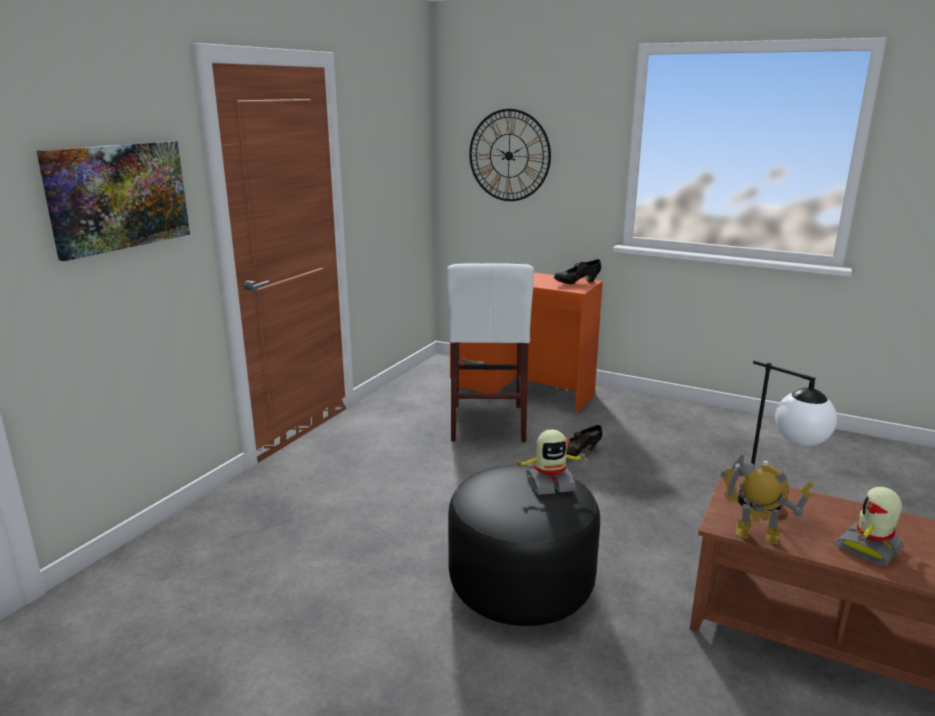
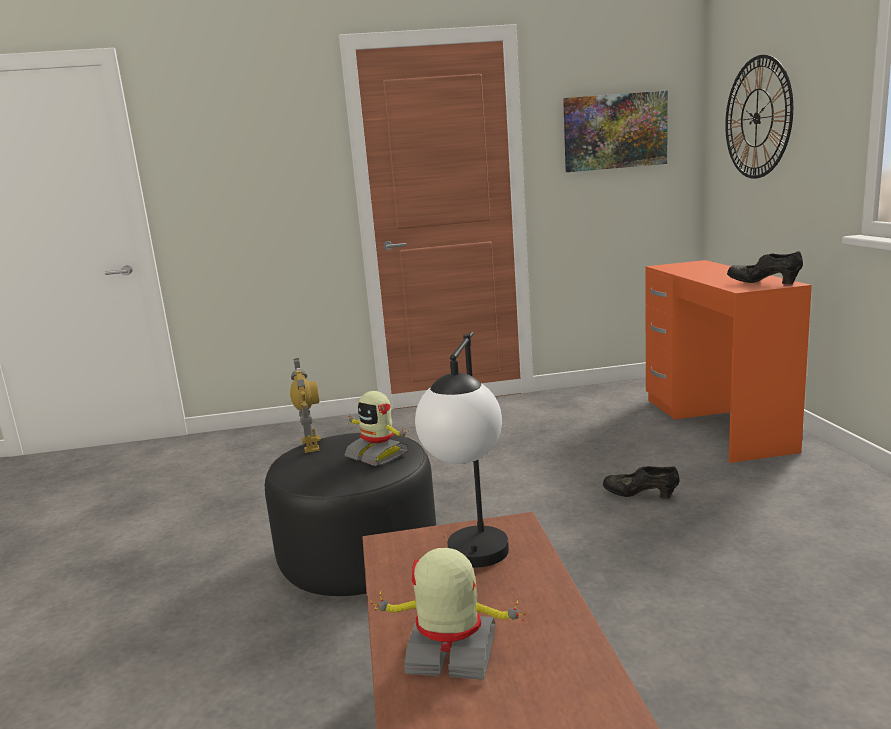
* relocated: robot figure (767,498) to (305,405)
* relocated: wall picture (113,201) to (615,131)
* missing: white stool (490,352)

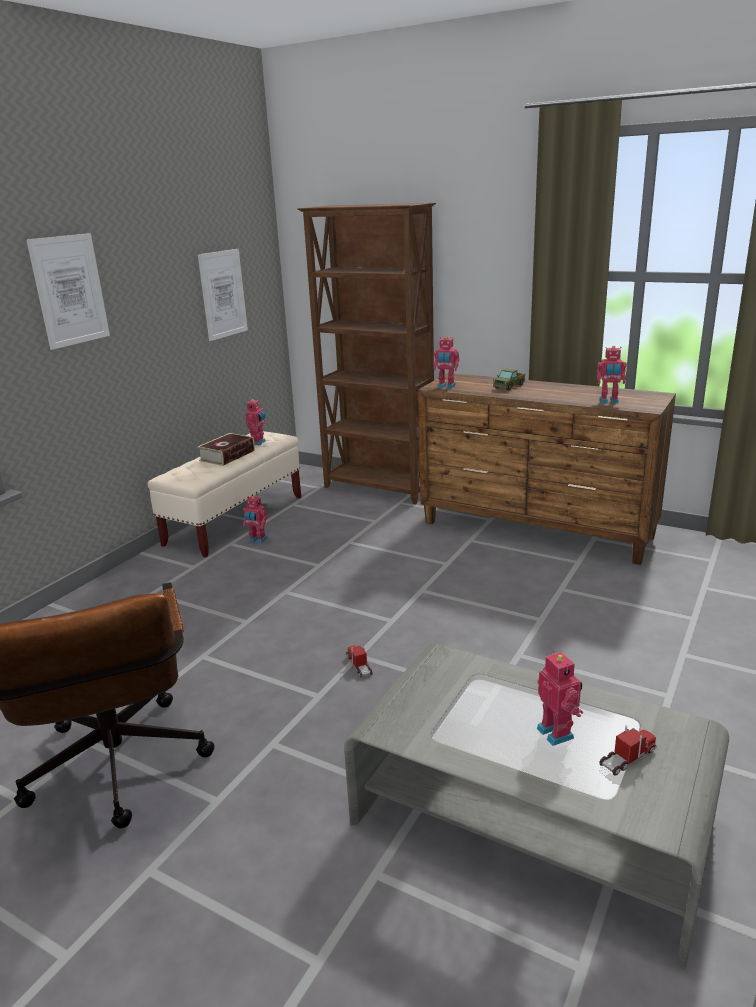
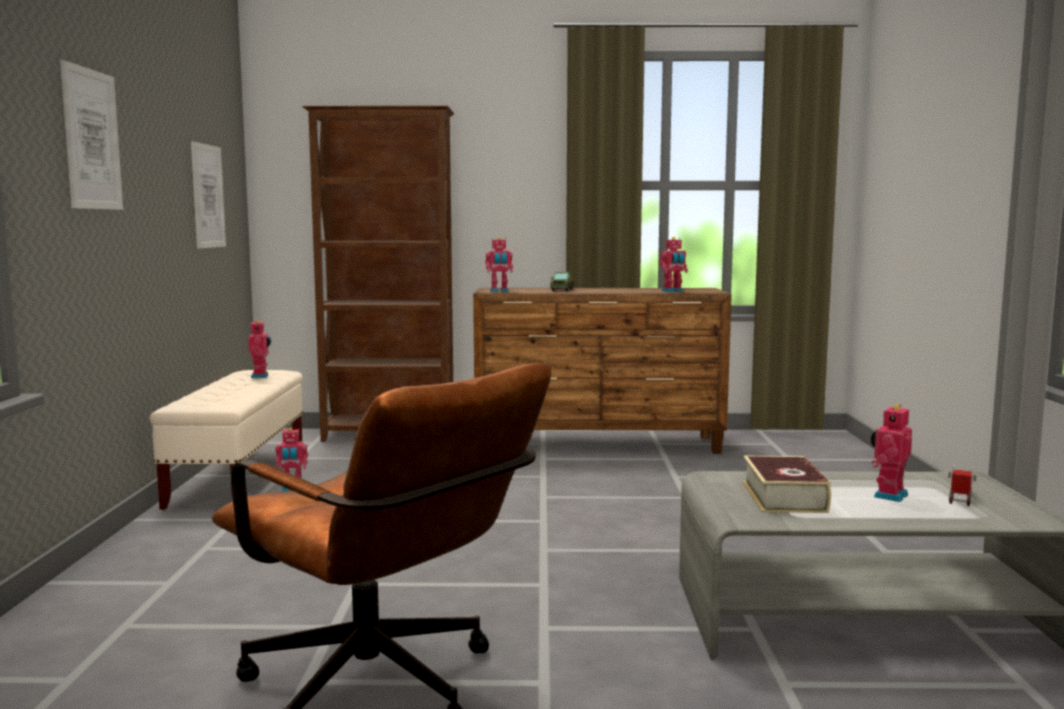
* relocated: volume (226,449) to (787,484)
* spun: robot figure (560,698) = (891,453) 90 degrees counterclockwise
* missing: model truck (360,661)

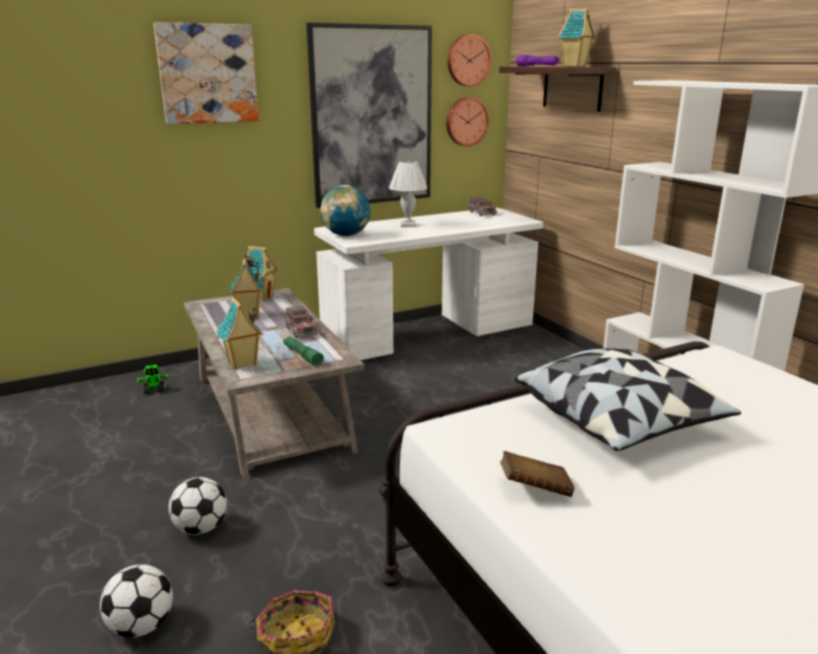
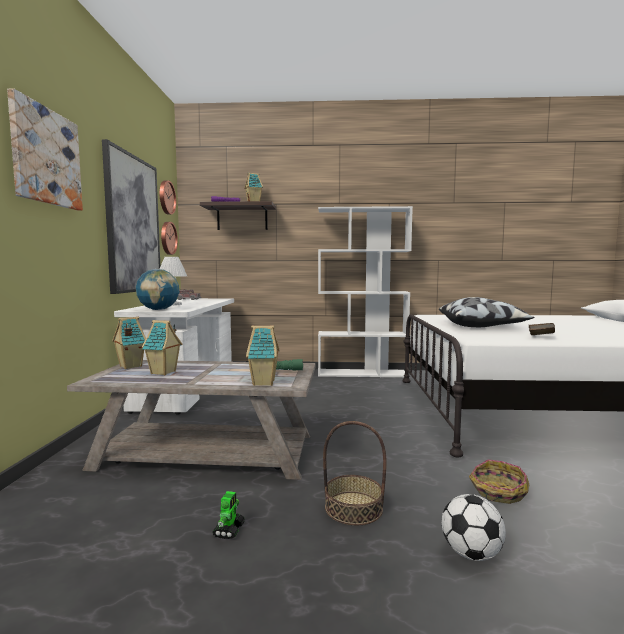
* relocated: robot figure (153,379) to (228,515)
* exchanged: football ball (197,506) to household basket (355,473)
* missing: model truck (301,321)

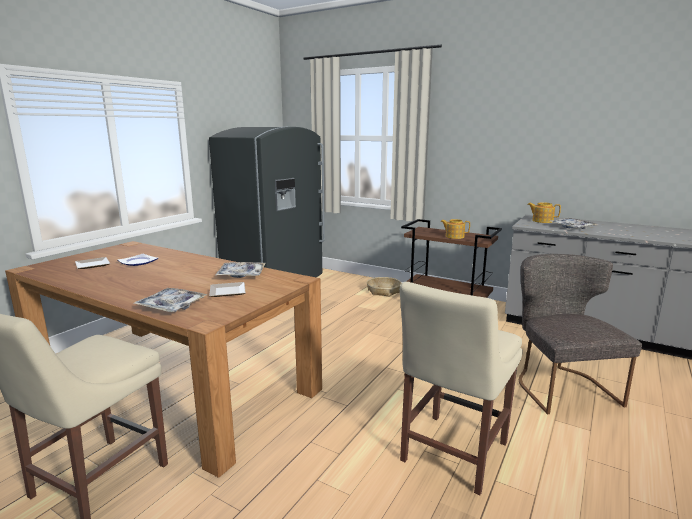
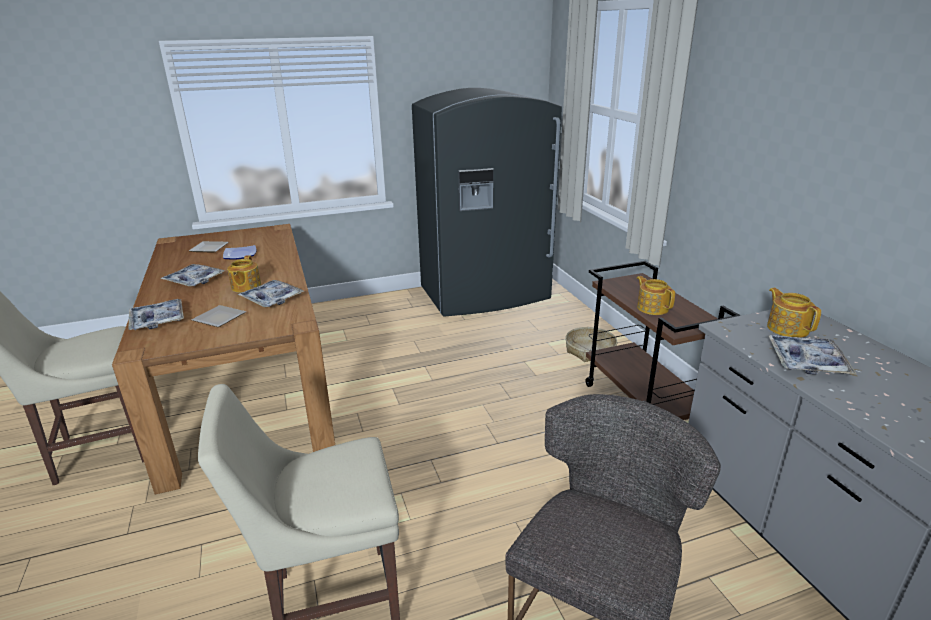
* appeared: serving tray (192,275)
* appeared: pot for tea (244,274)

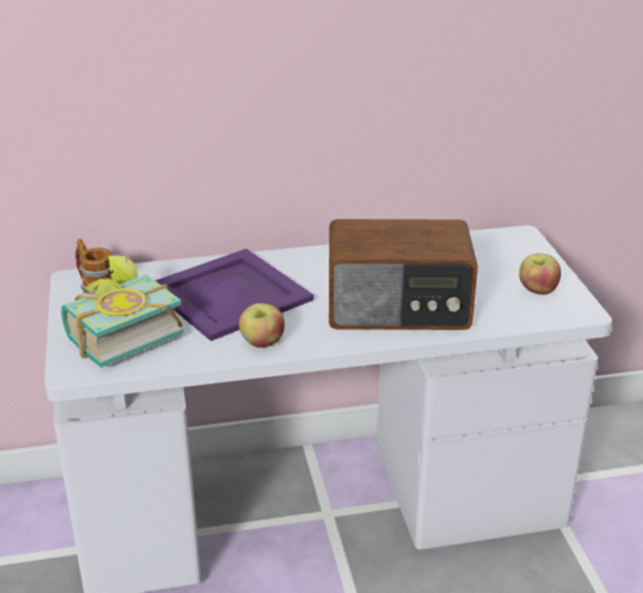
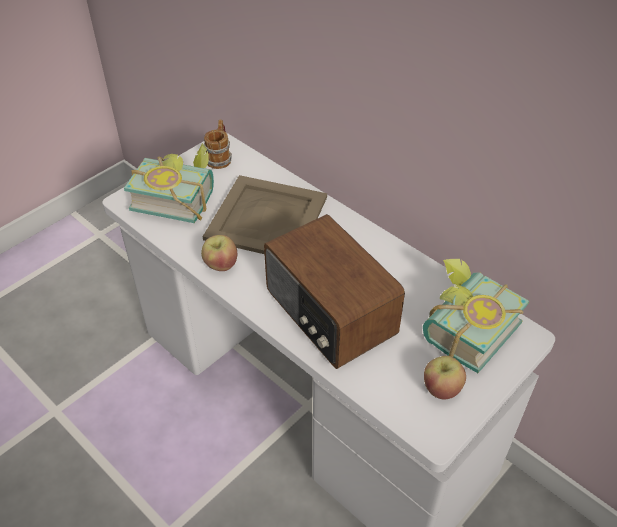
* colour: purple-coloured serving tray (234,295) to beige-coloured serving tray (265,214)
* appeared: volume (476,316)

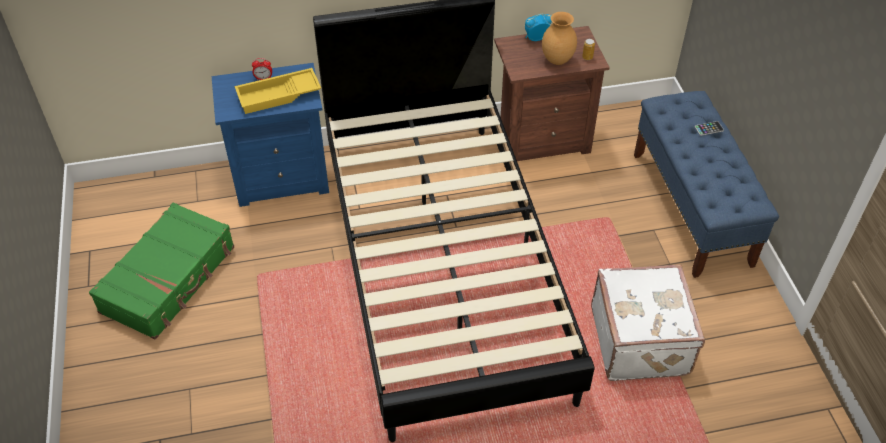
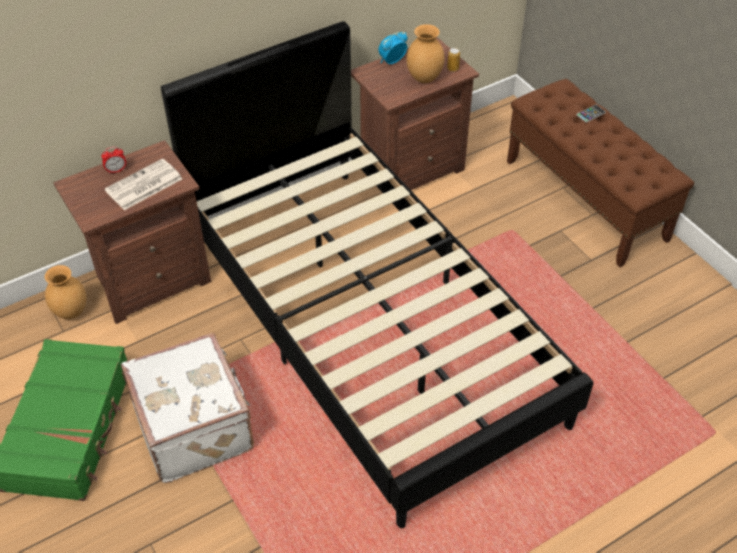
* appeared: brownish vase (66,292)
* colour: blue nightstand (270,135) to brownish nightstand (132,232)
* exchanged: yellow-coloured serving tray (278,91) to daily paper (143,184)
* relocated: white piece of luggage (648,322) to (187,407)
* colour: blue bench (706,184) to brownish bench (600,173)

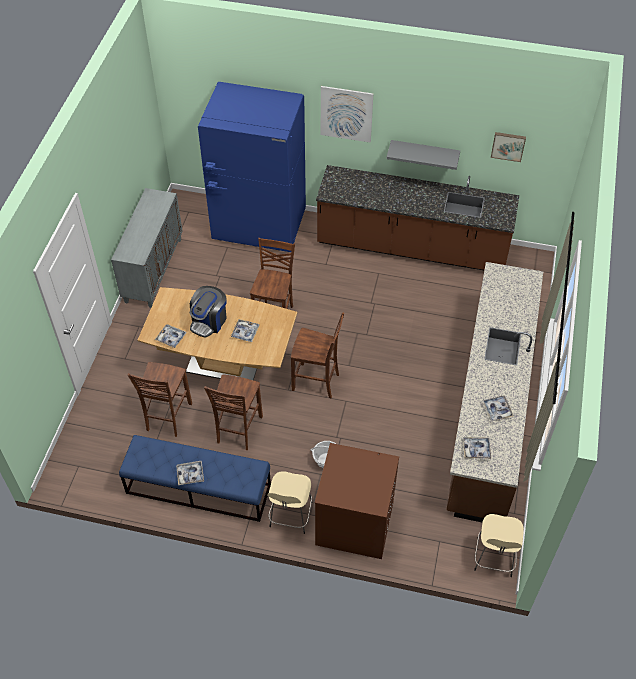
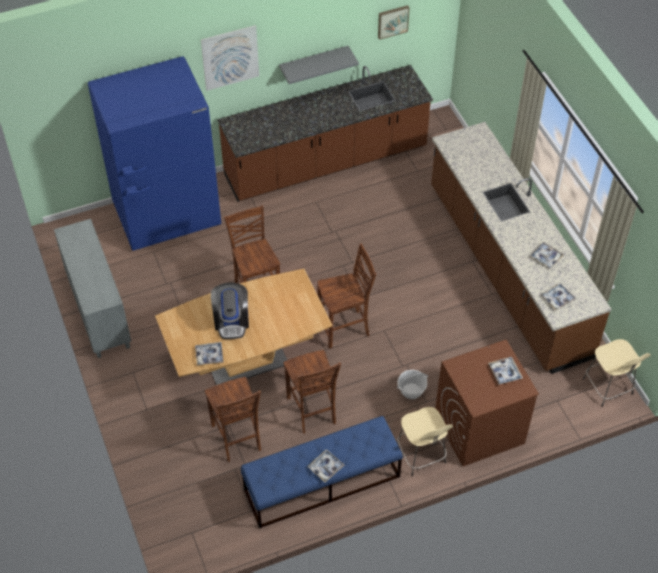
* relocated: serving tray (245,330) to (505,371)

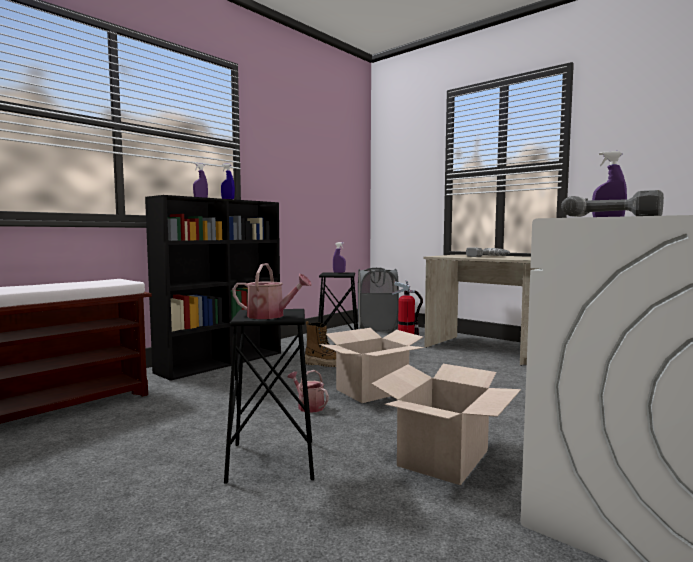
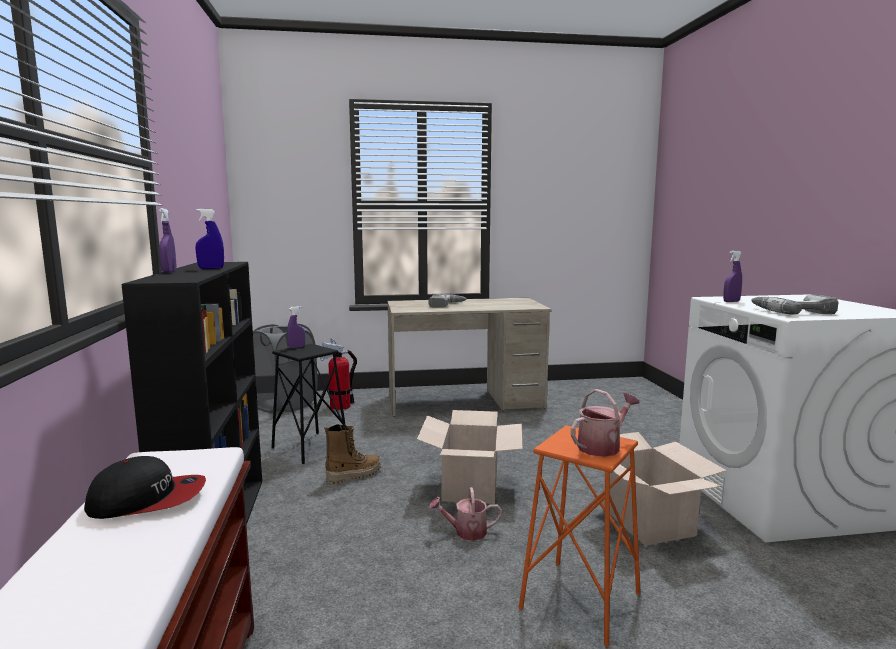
* appeared: cap (145,487)
* colour: blackish stool (269,396) to orange stool (580,536)

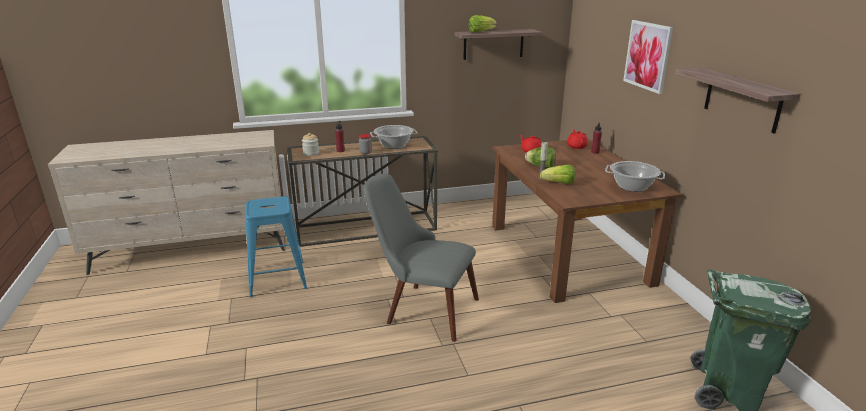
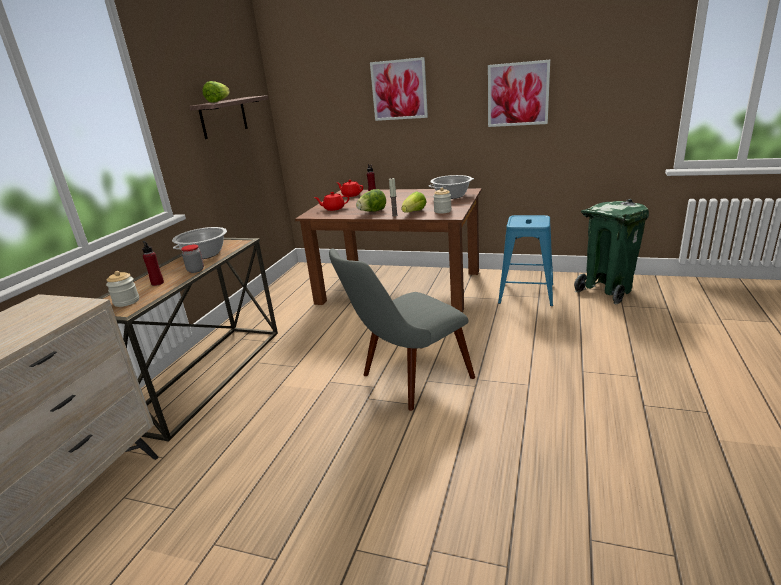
* appeared: storage jar (442,201)
* exchanged: shelf (737,101) to wall picture (519,93)
* relocated: blue stool (276,246) to (525,260)

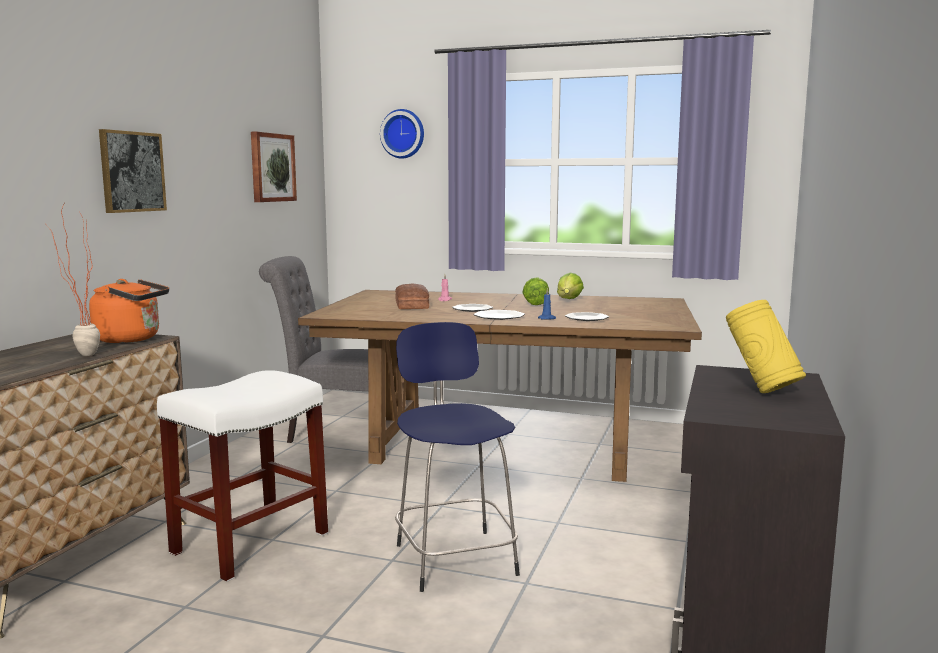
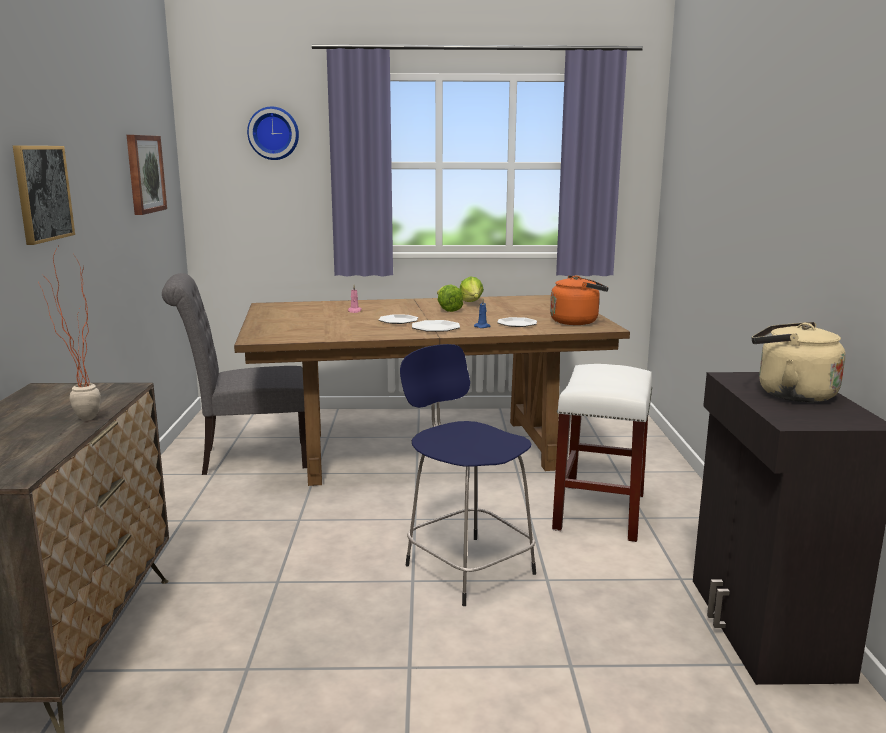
* relocated: orange kettle (129,311) to (579,300)
* relocated: white stool (242,476) to (602,453)
* exchanged: yellow-coloured vase (766,346) to beige-coloured kettle (798,362)
* missing: baked bread (412,296)

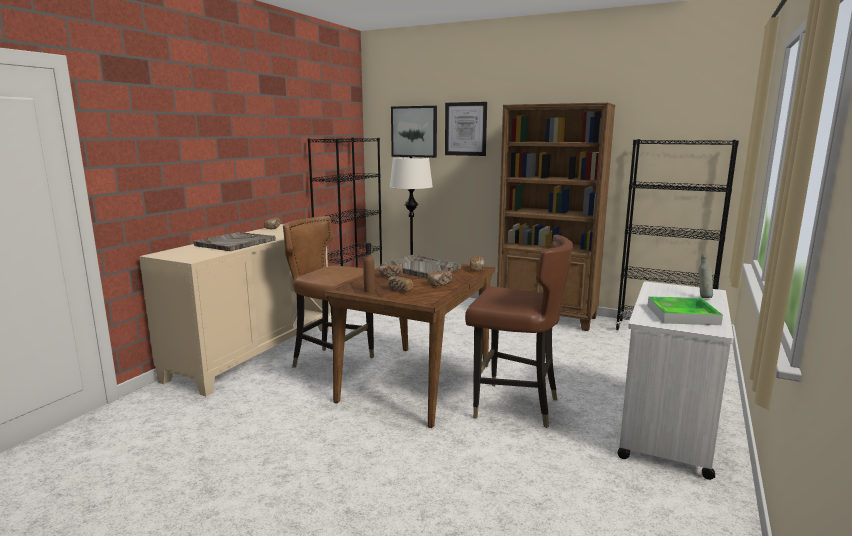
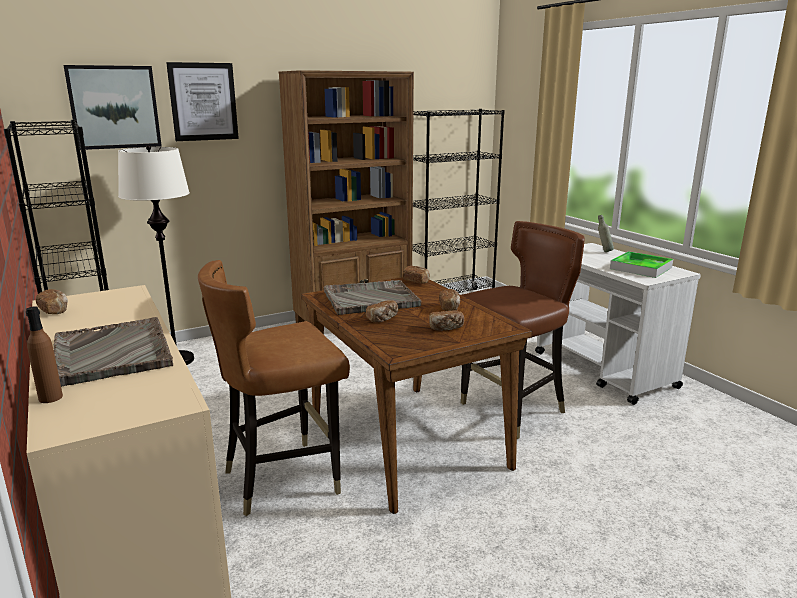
* relocated: brownish beverage bottle (369,268) to (44,355)

